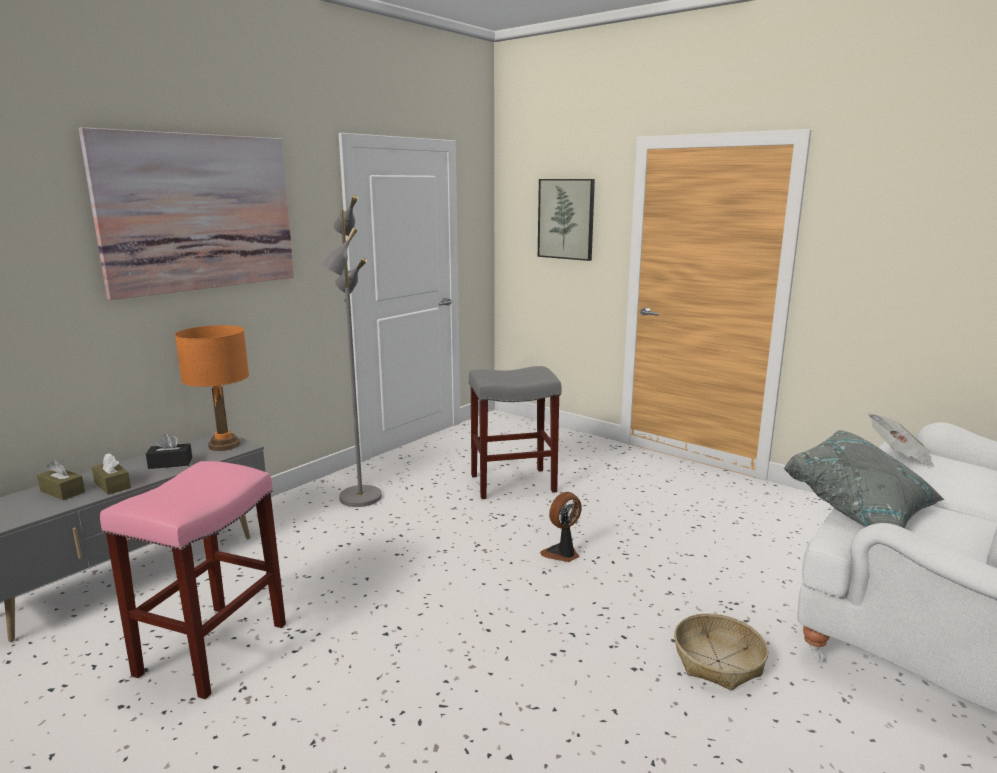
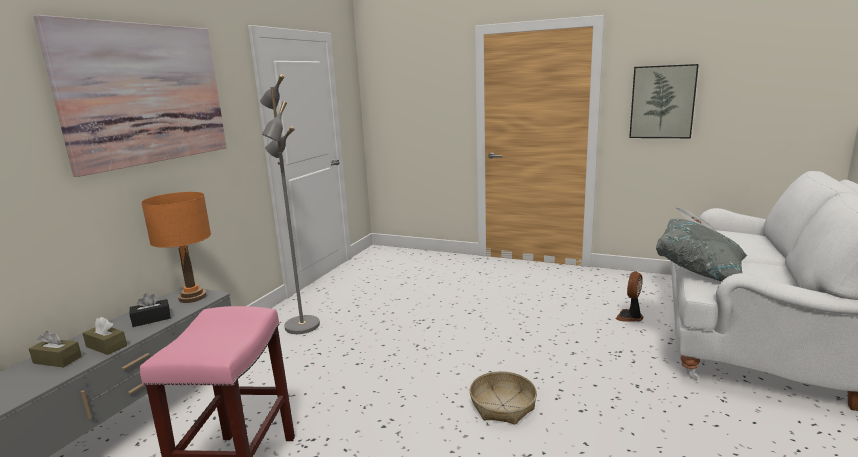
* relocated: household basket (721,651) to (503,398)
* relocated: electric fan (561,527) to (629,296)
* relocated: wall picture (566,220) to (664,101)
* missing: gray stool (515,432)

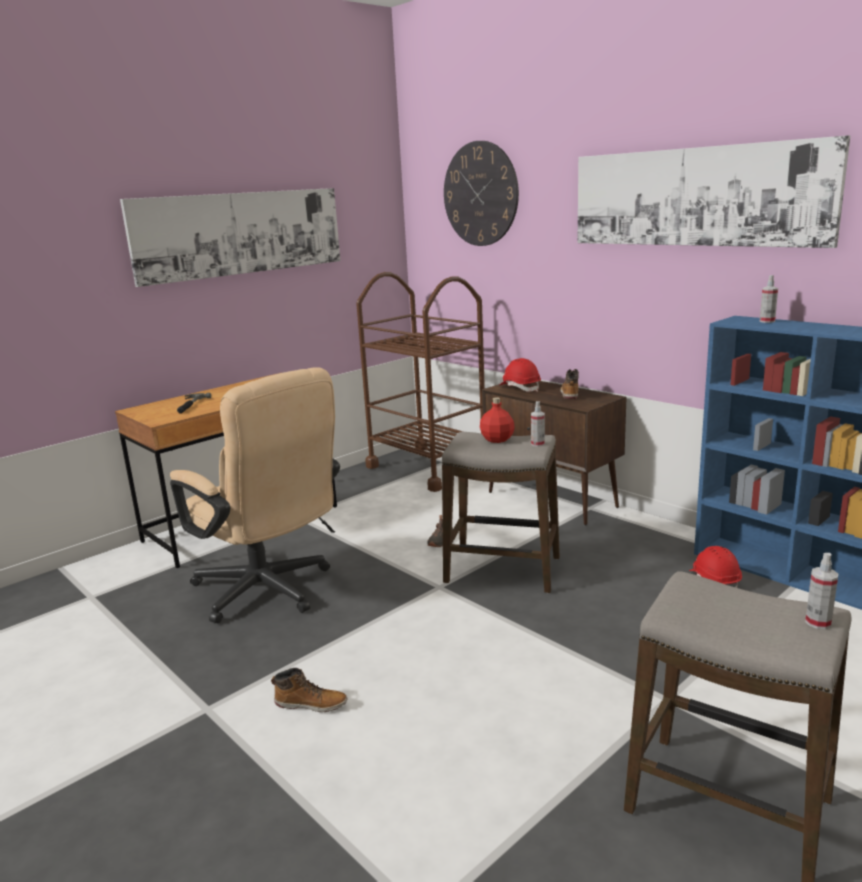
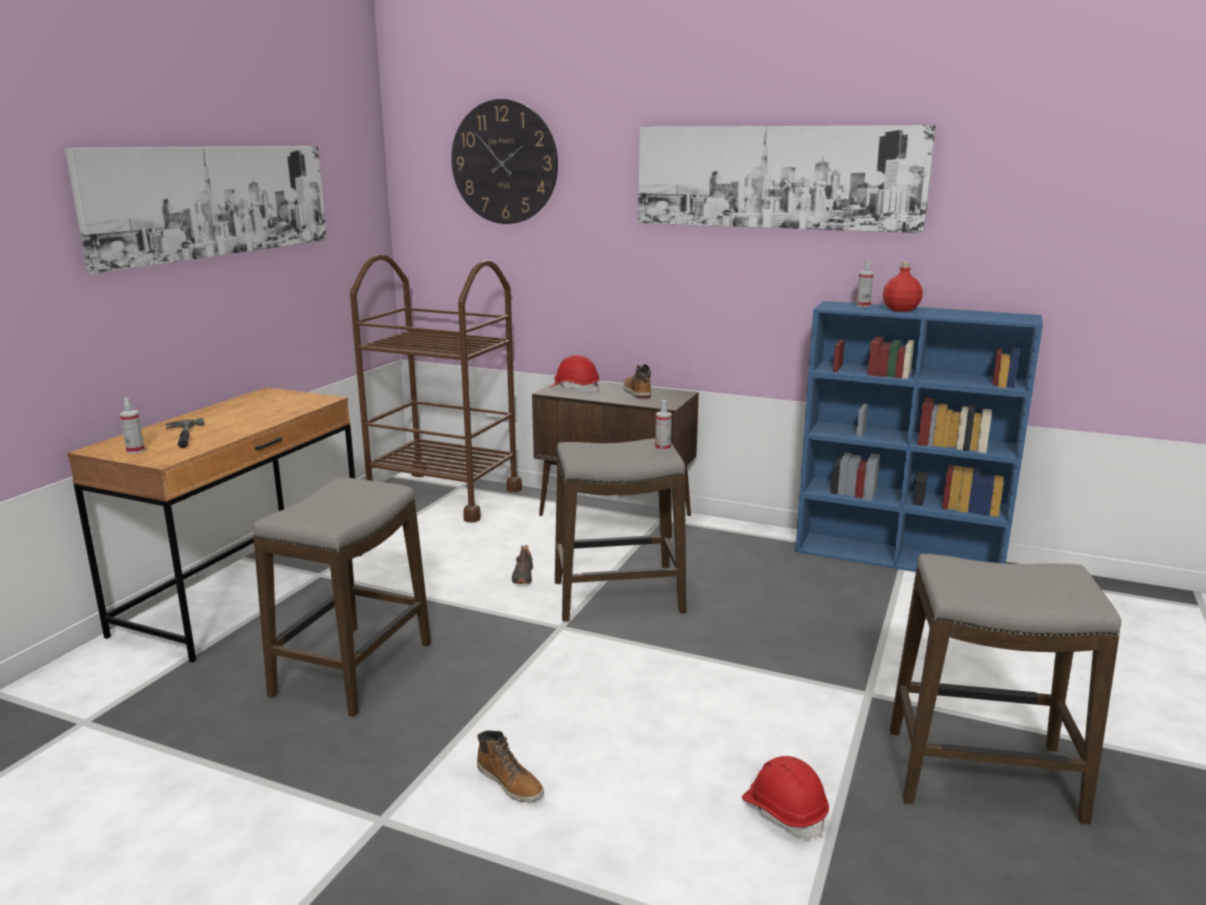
* relocated: spray bottle (821,591) to (132,425)
* exchanged: beige-coloured office chair (255,495) to stool (342,597)
* spun: boot (309,690) = (510,766) 60 degrees clockwise
* relocated: red work helmet (715,567) to (785,797)
* relocated: red beverage bottle (497,420) to (902,287)

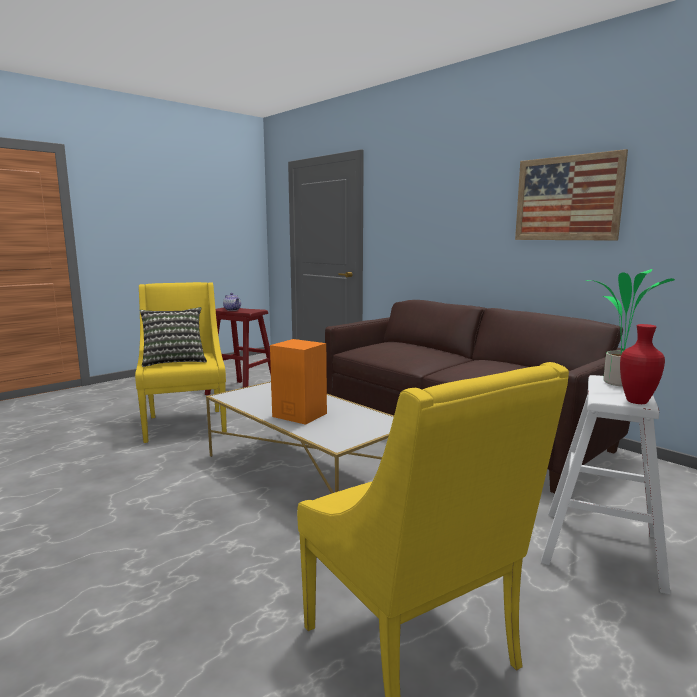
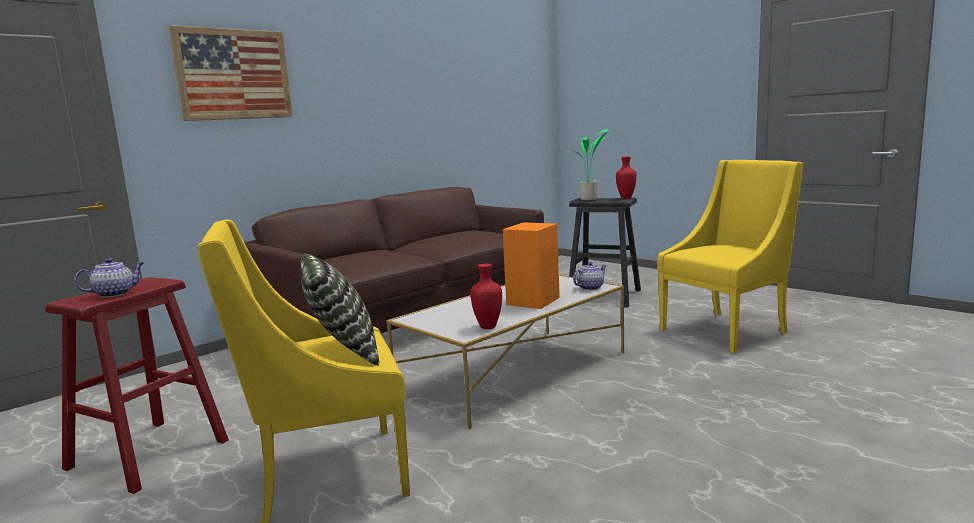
* relocated: wall picture (571,195) to (231,73)
* appeared: red vase (486,296)
* colour: white stool (605,485) to blackish stool (605,253)
* appeared: pot for tea (590,276)

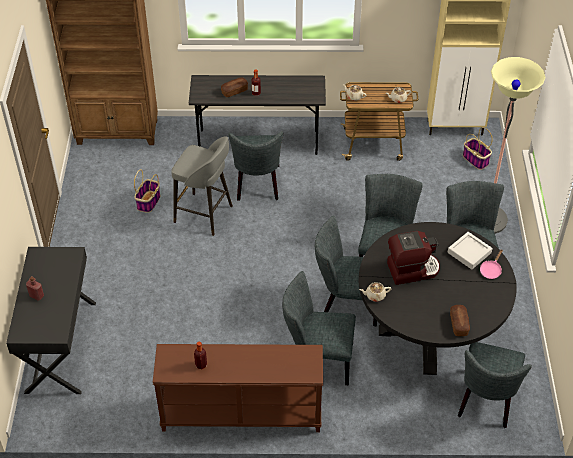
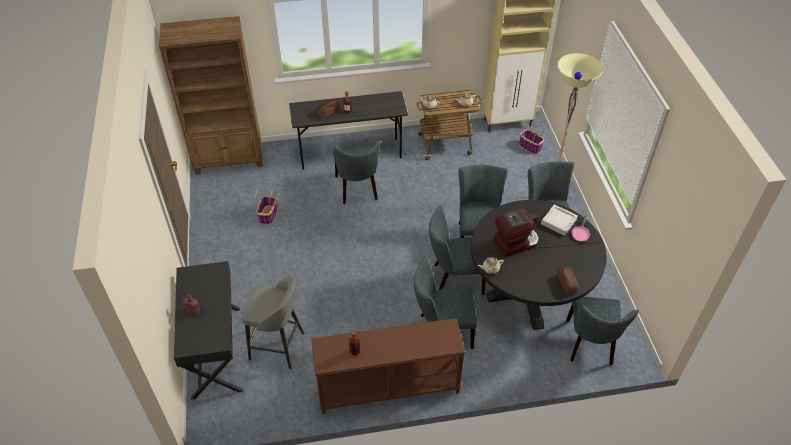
* relocated: gray stool (202,186) to (273,322)

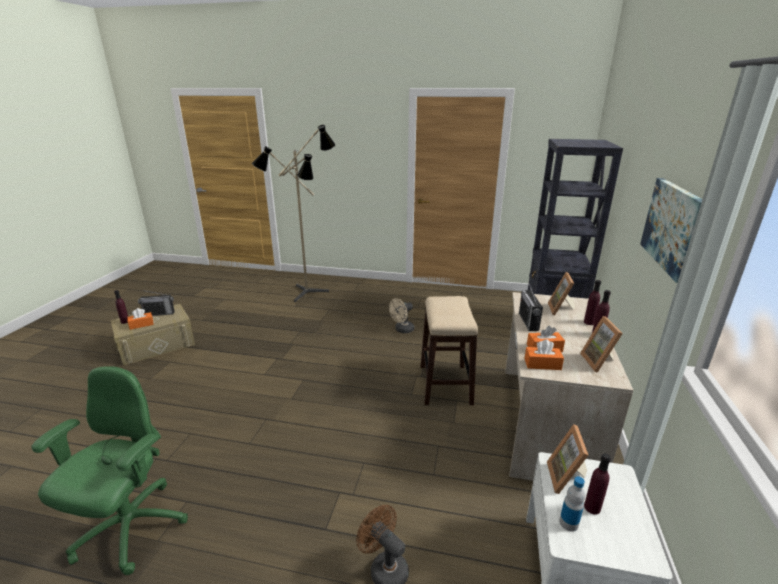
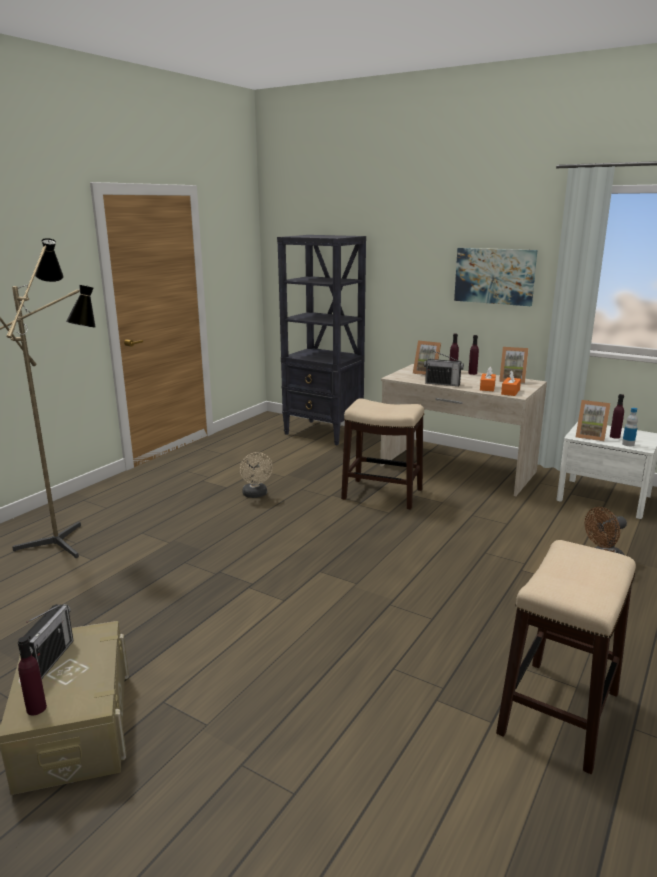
* exchanged: green-coloured office chair (109,470) to stool (566,657)
* missing: orange tissue holder (140,319)

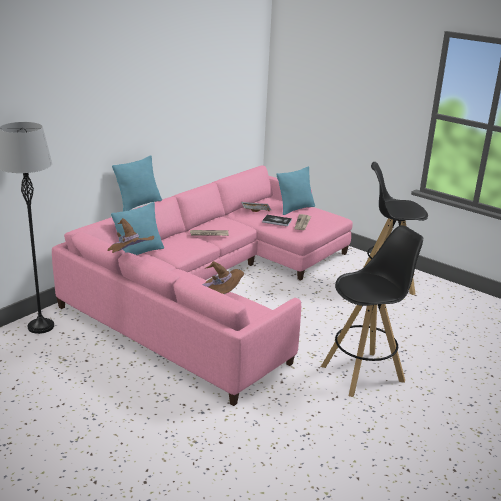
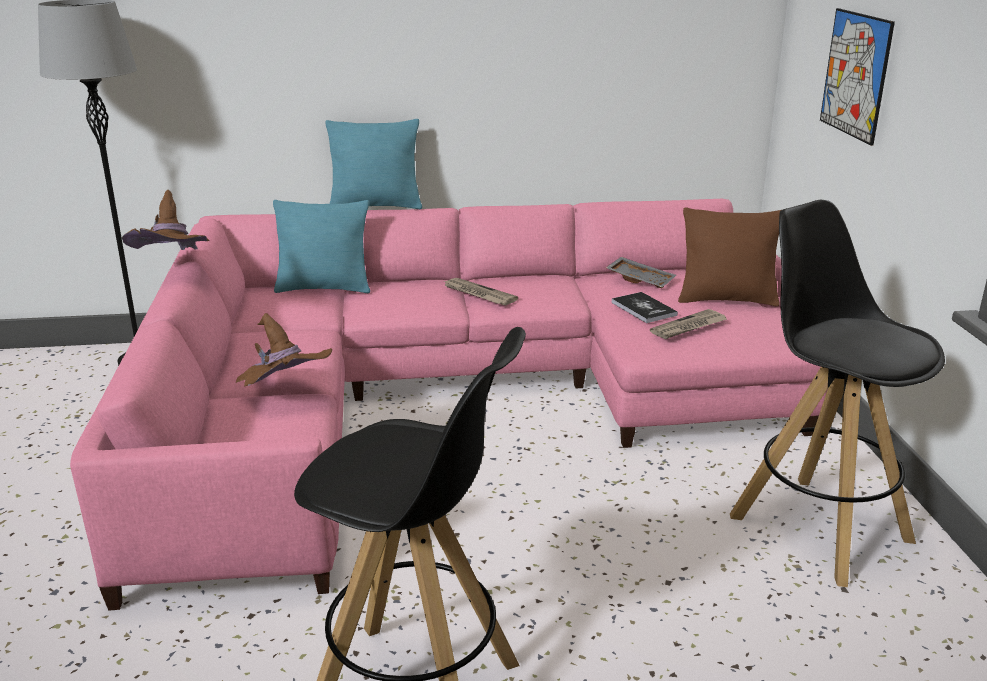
* colour: turquoise-coloured cushion (295,190) to brownish cushion (729,256)
* appeared: wall picture (857,77)

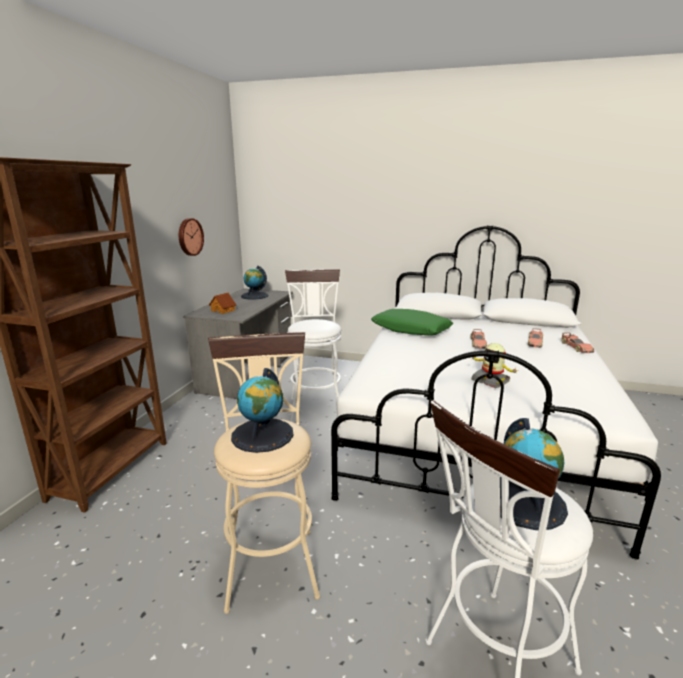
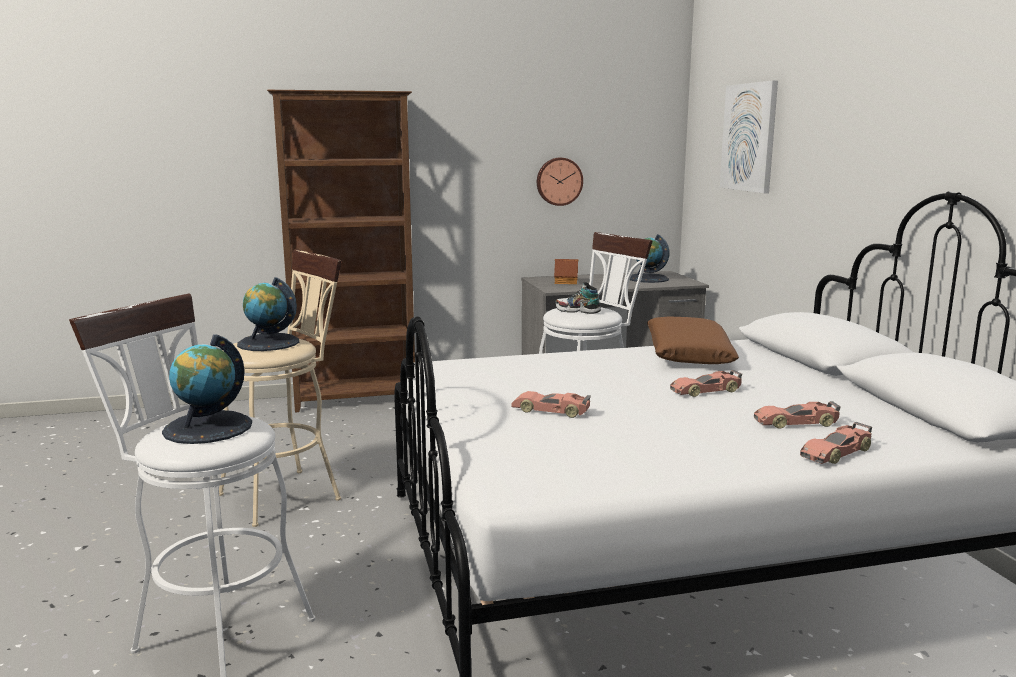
* exchanged: robot figure (494,365) to miniature car (551,404)
* appeared: shoe (578,298)
* colour: green-coloured cushion (412,322) to brownish cushion (693,340)
* appeared: wall picture (749,136)

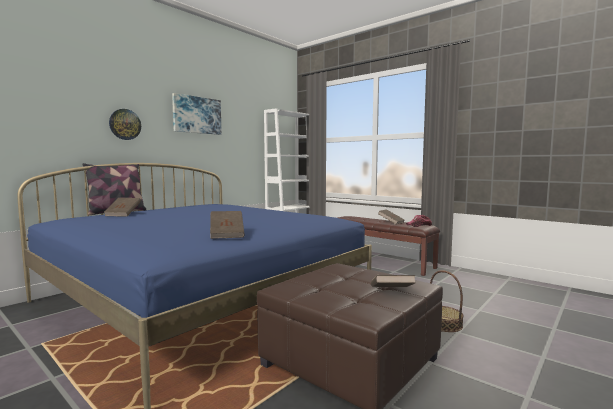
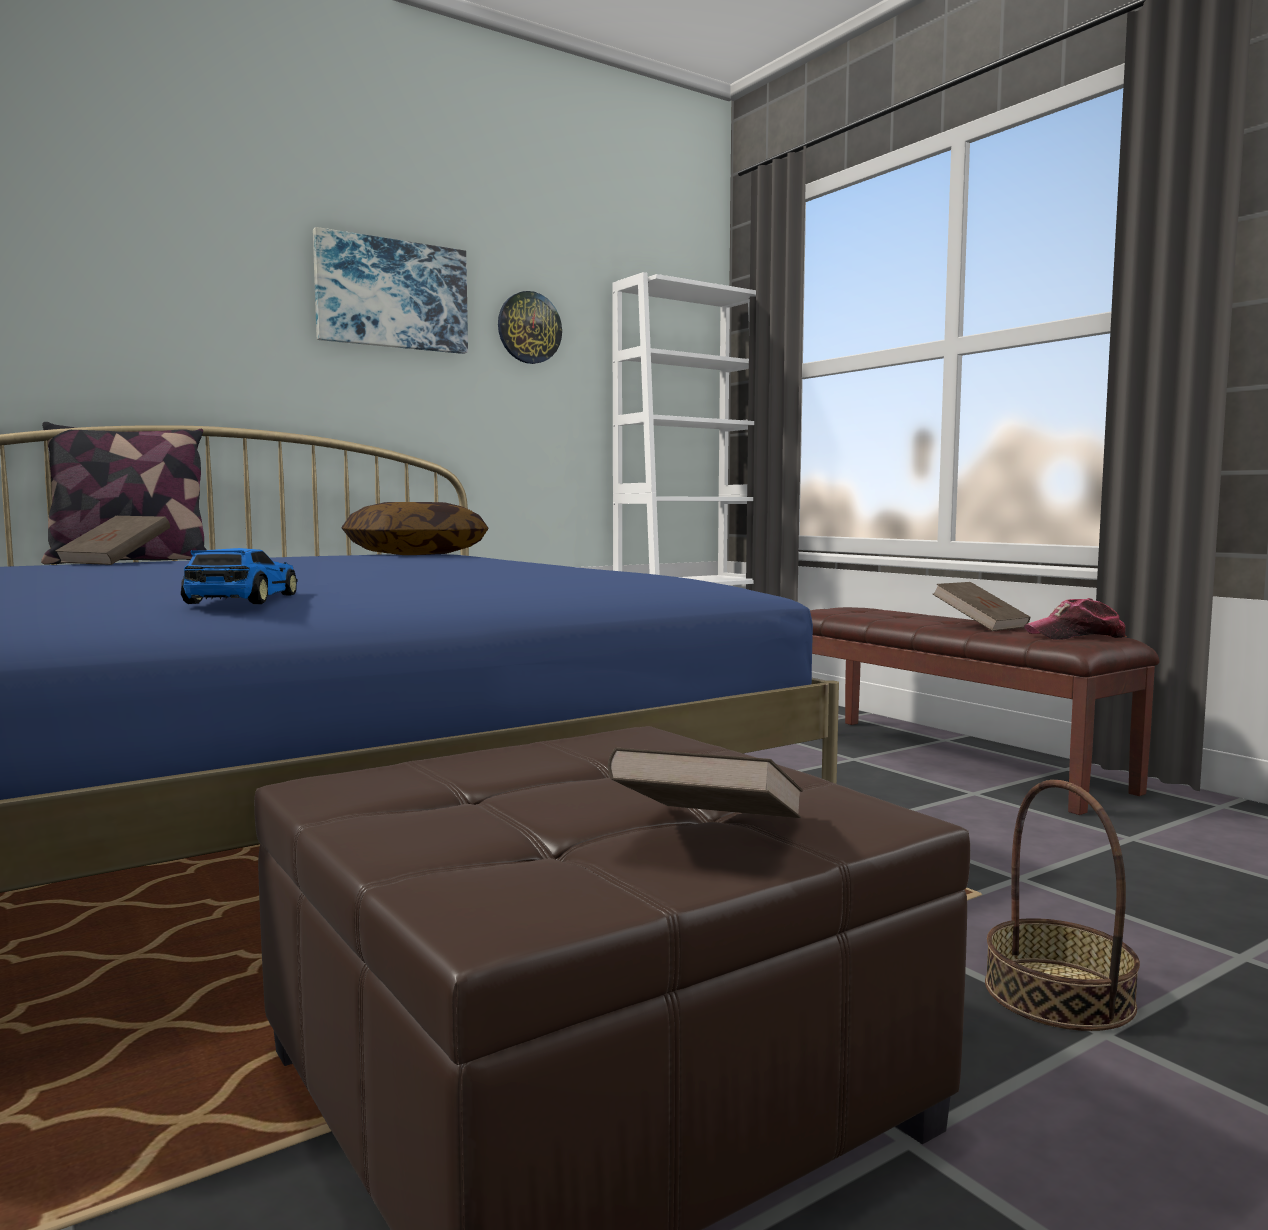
* exchanged: brownish volume (227,225) to miniature car (239,576)
* appeared: cushion (414,528)
* relocated: wall clock (125,124) to (530,327)

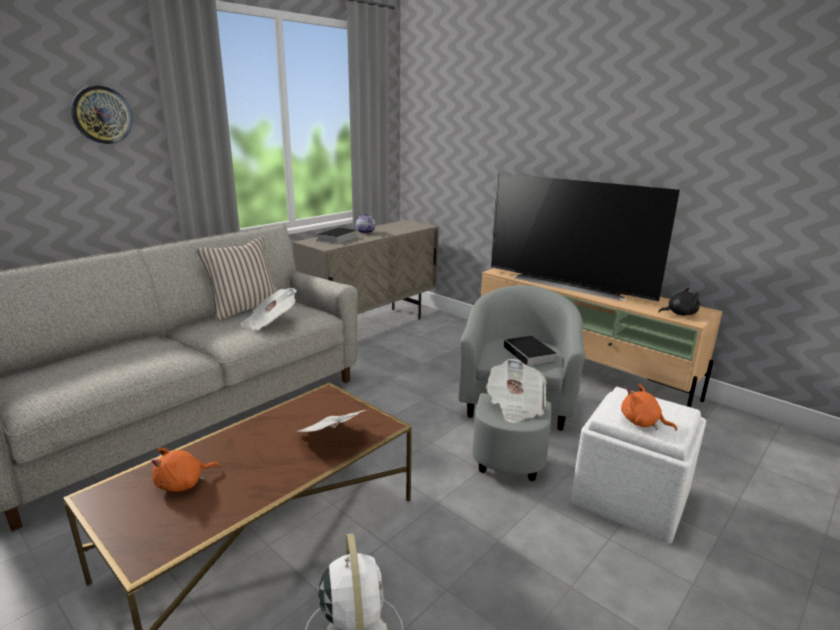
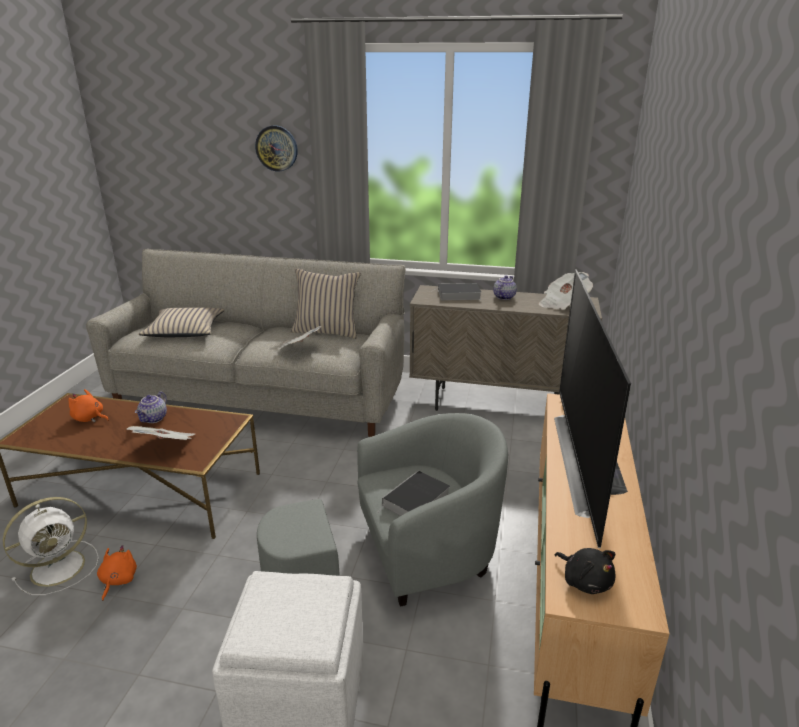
* relocated: orange soft toy (649,407) to (117,573)
* appeared: pot for tea (151,407)
* appeared: beige-coloured cushion (181,322)
* relocated: daily paper (516,391) to (566,291)

